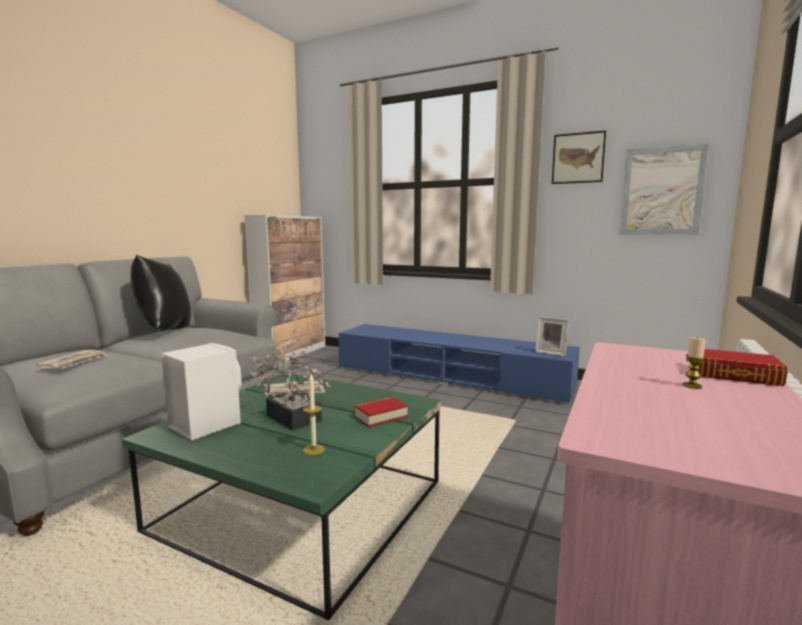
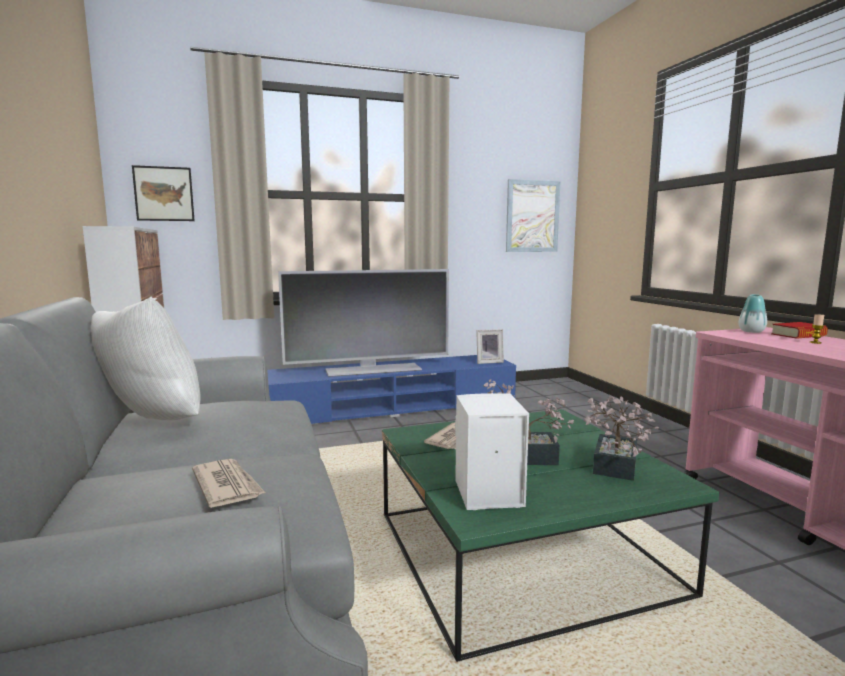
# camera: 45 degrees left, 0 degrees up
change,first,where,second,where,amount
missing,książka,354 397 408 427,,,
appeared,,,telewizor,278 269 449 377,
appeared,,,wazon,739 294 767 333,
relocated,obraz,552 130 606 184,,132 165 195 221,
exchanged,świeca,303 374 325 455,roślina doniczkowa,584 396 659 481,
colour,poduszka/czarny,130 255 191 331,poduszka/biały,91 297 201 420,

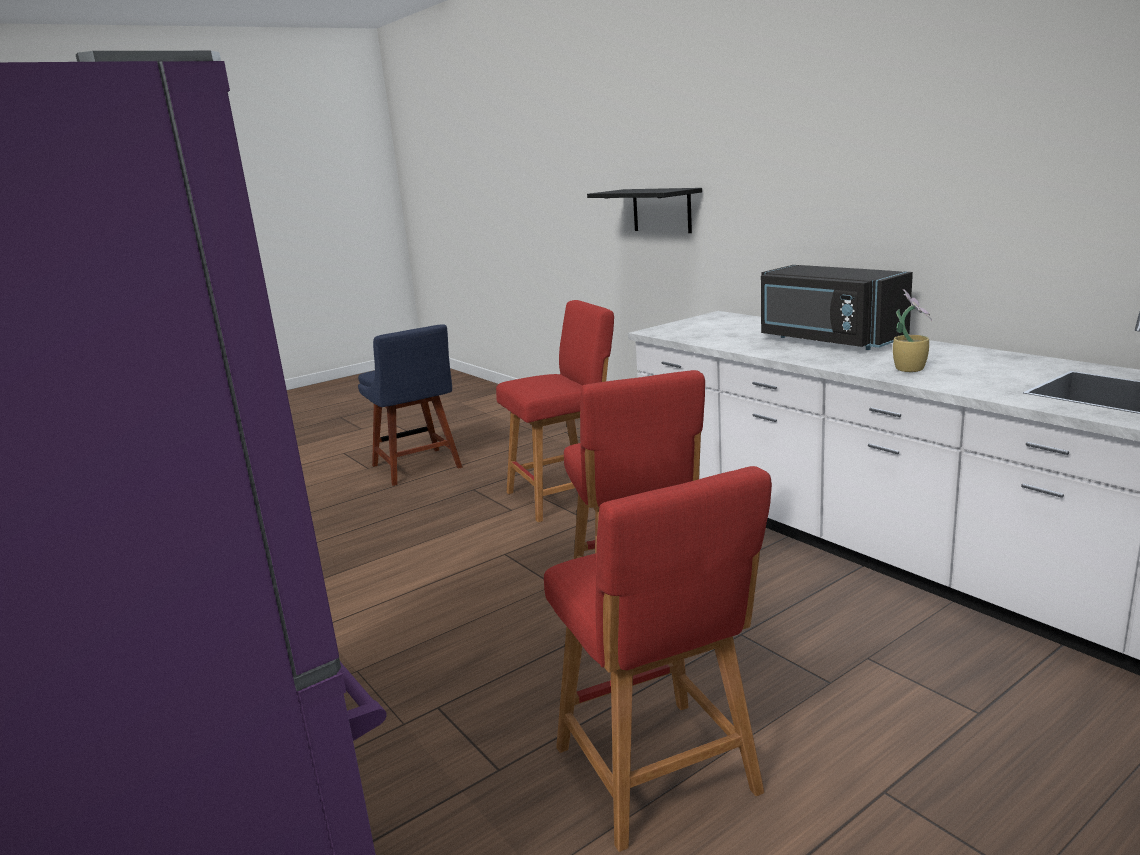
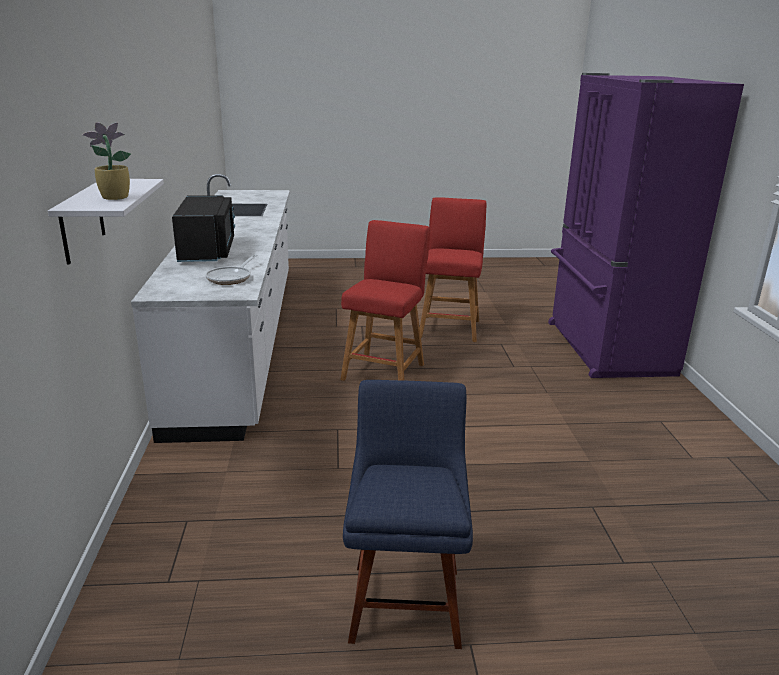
# camera: 150 degrees left, 5 degrees up
change,first,where,second,where,amount
missing,stołek/czerwony,496 300 614 522,,,
appeared,,,patelnia,205 254 257 285,
relocated,roślina doniczkowa,893 289 932 372,,82 122 131 200,
colour,półka/czarny,587 188 702 233,półka/biały,48 179 164 265,

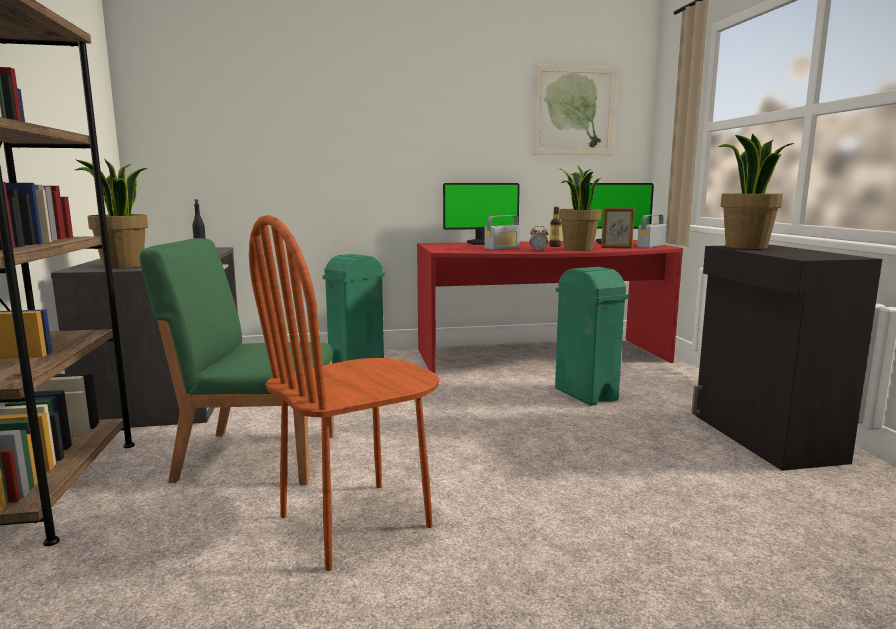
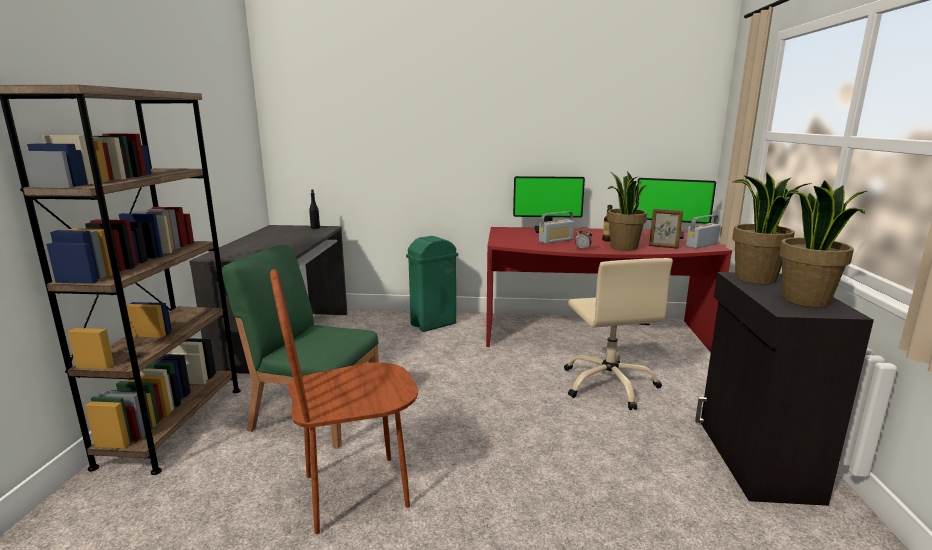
# camera: 15 degrees right, 5 degrees up
change,first,where,second,where,amount
missing,obraz,533 64 617 155,,,
relocated,roślina doniczkowa,75 158 148 269,,779 180 867 307,
exchanged,kosz na śmieci/zielony,555 267 629 406,krzesło biurowe/beżowy,564 258 673 410,

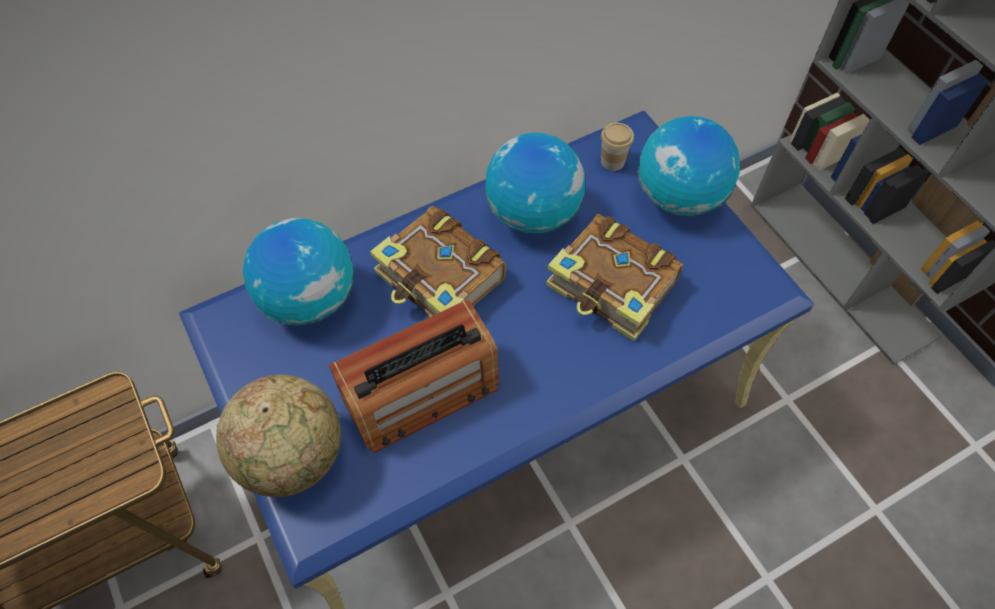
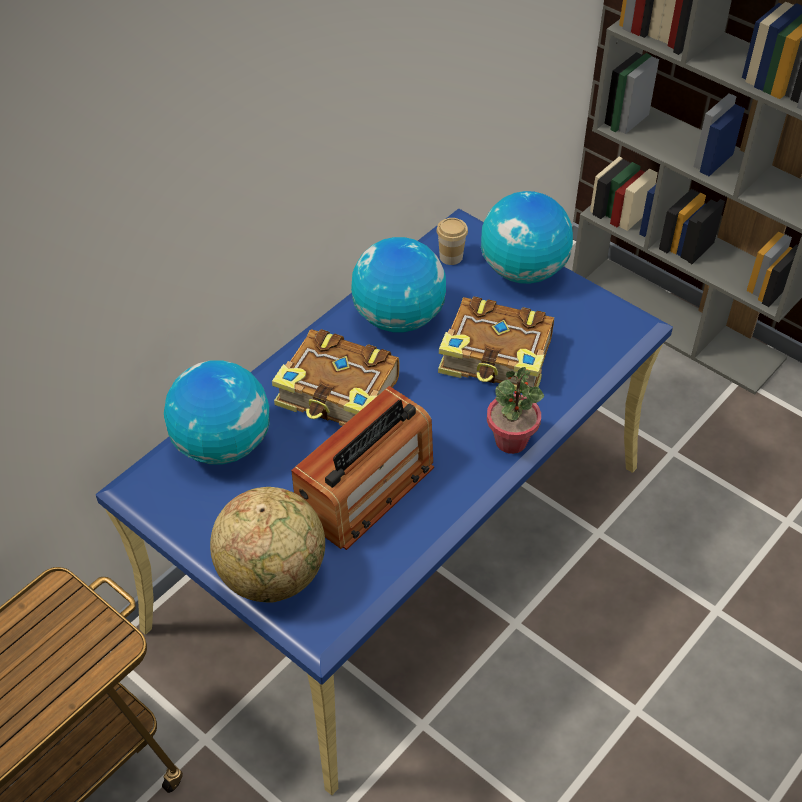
# camera: 20 degrees left, 10 degrees down
change,first,where,second,where,amount
appeared,,,roślina doniczkowa,487 367 544 454,

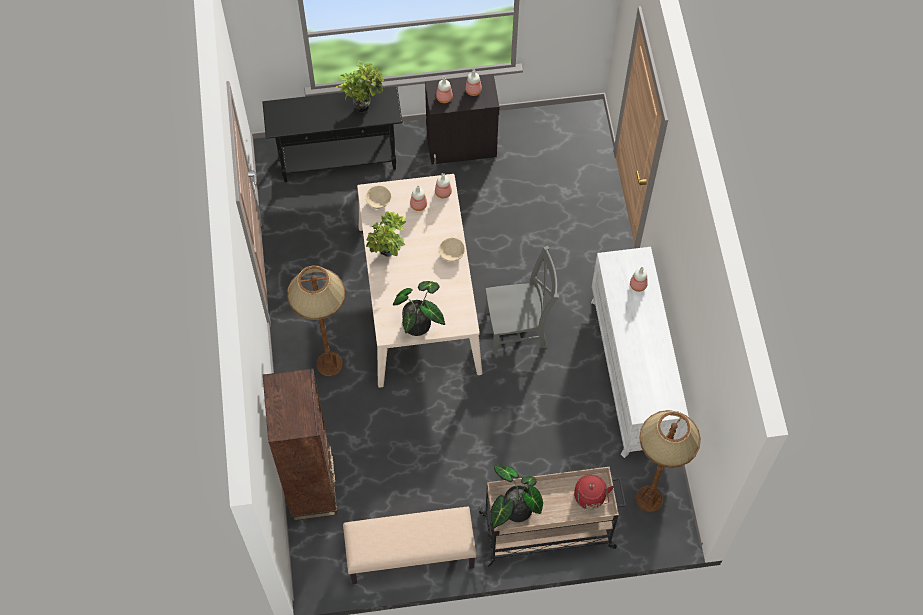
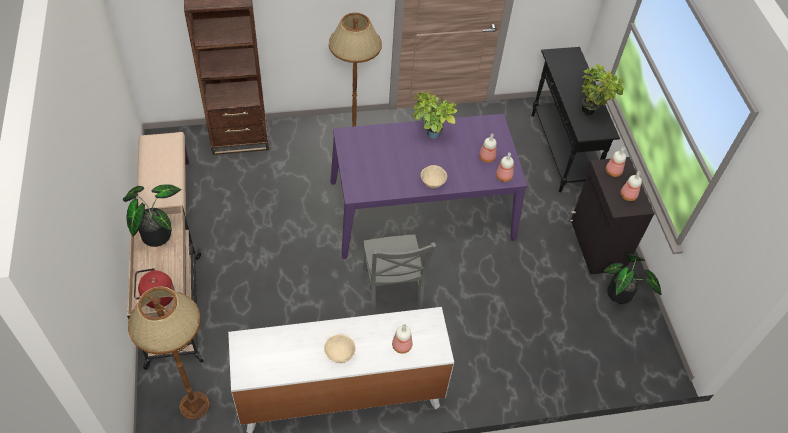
# camera: 85 degrees right, 10 degrees down
change,first,where,second,where,amount
relocated,miska/beżowy,366 186 392 209,,324 334 356 363,
relocated,roślina doniczkowa,393 281 445 336,,603 254 661 304,
colour,stół jadalny/beżowy,357 174 482 388,stół jadalny/fioletowy,330 114 528 259,

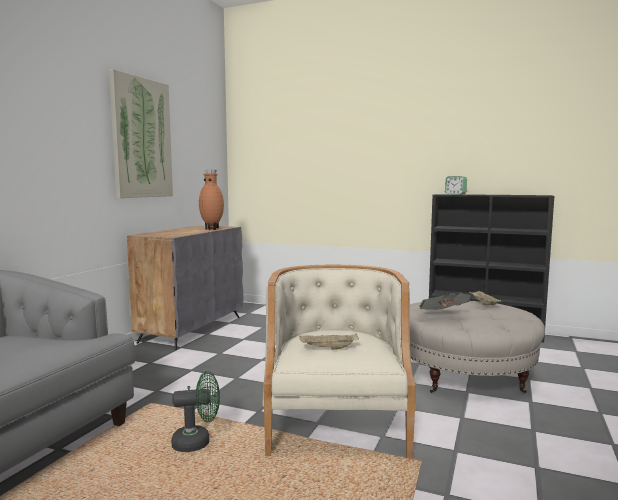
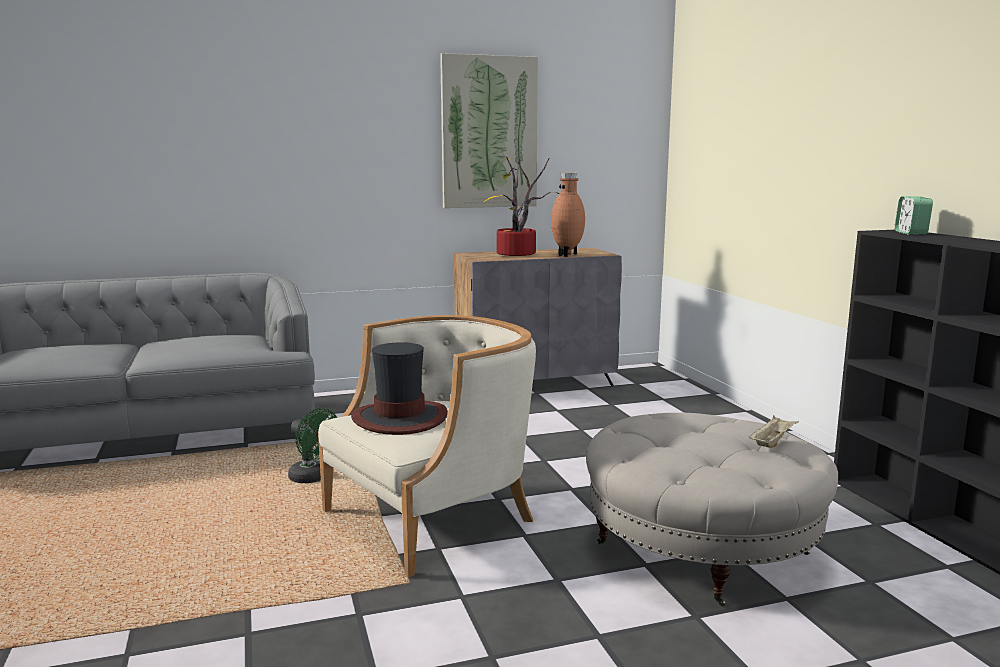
# camera: 50 degrees right, 5 degrees up
change,first,where,second,where,amount
missing,gazeta,419 293 471 310,,,
appeared,,,roślina doniczkowa,484 156 559 256,
exchanged,taca/beżowy,299 333 359 350,kapelusz,351 342 448 435,

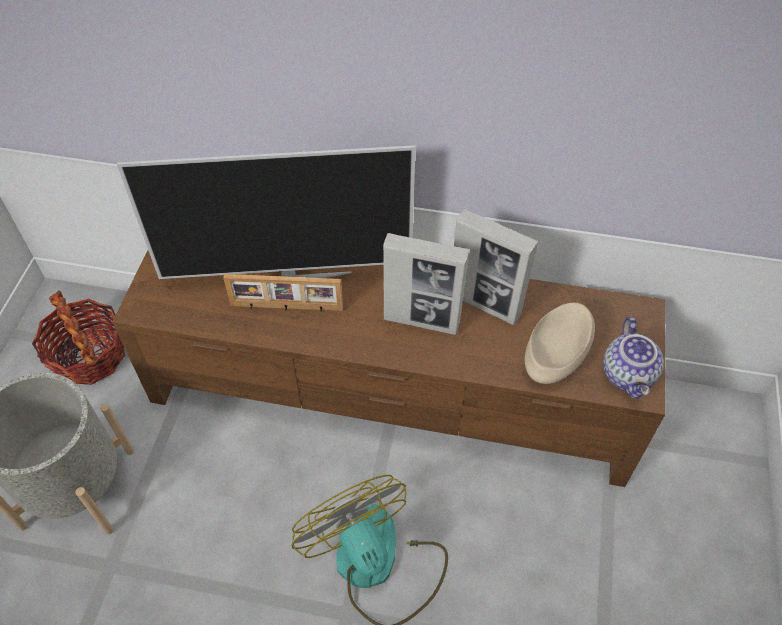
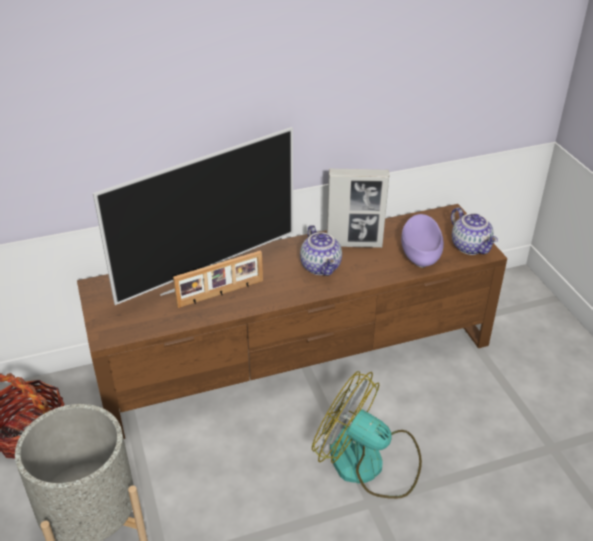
# camera: 30 degrees left, 15 degrees down
change,first,where,second,where,amount
exchanged,ramka na zdjęcie,383 233 470 335,imbryk,300 225 342 276,
colour,miska/beżowy,525 303 595 384,miska/fioletowy,401 214 444 268,

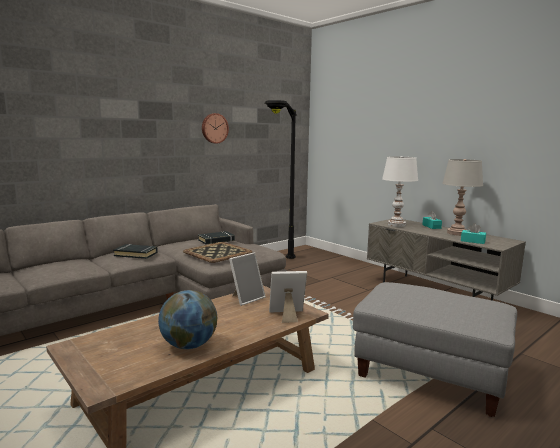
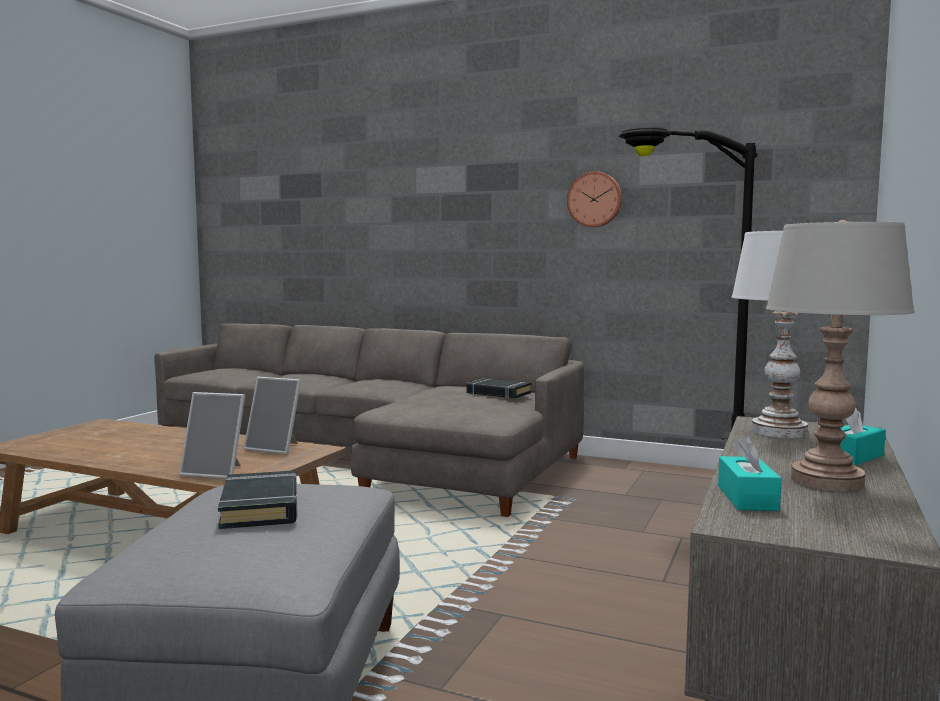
# camera: 65 degrees right, 5 degrees down
change,first,where,second,where,amount
missing,globus,158 290 217 349,,,
missing,taca,183 242 252 263,,,
relocated,książka/czarny,113 244 158 259,,218 471 298 529,
spun,ramka na zdjęcie,269 271 307 323,,179 392 245 479,135 degrees clockwise

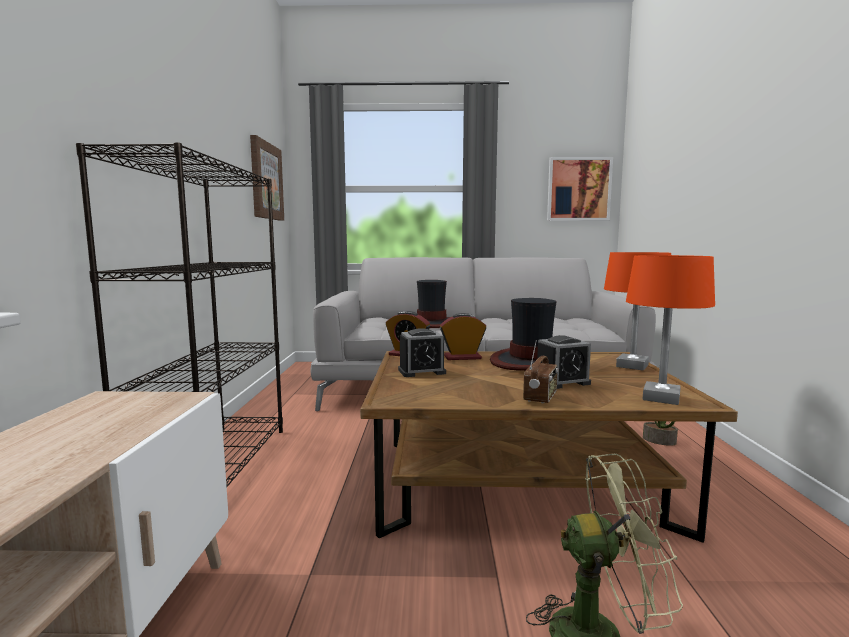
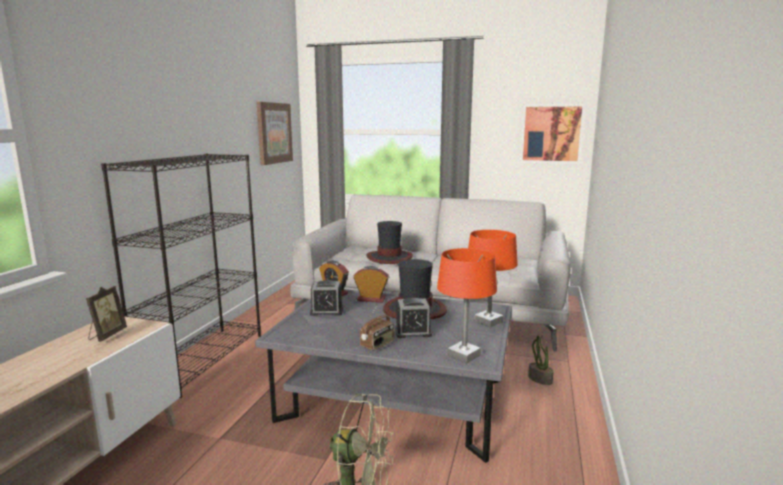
# camera: 15 degrees right, 5 degrees up
change,first,where,second,where,amount
appeared,,,ramka na zdjęcie,86 286 127 342,
colour,ława/brązowy,360 351 738 543,ława/szary,255 289 512 463,

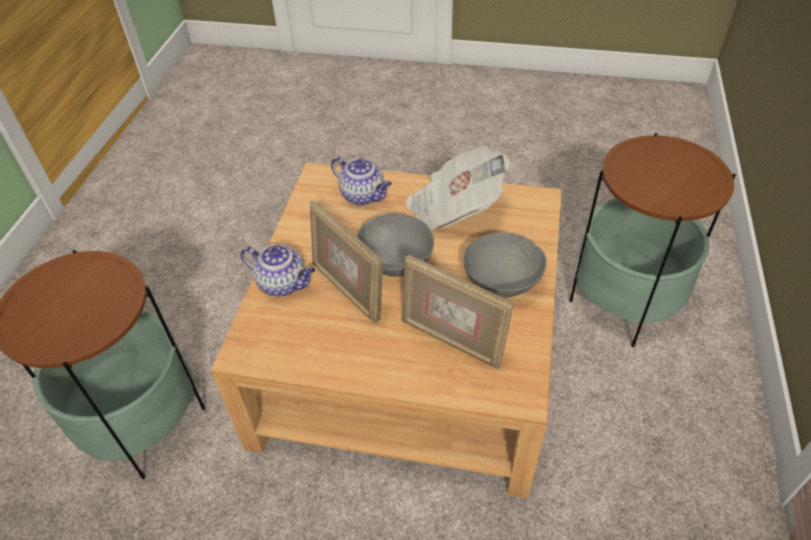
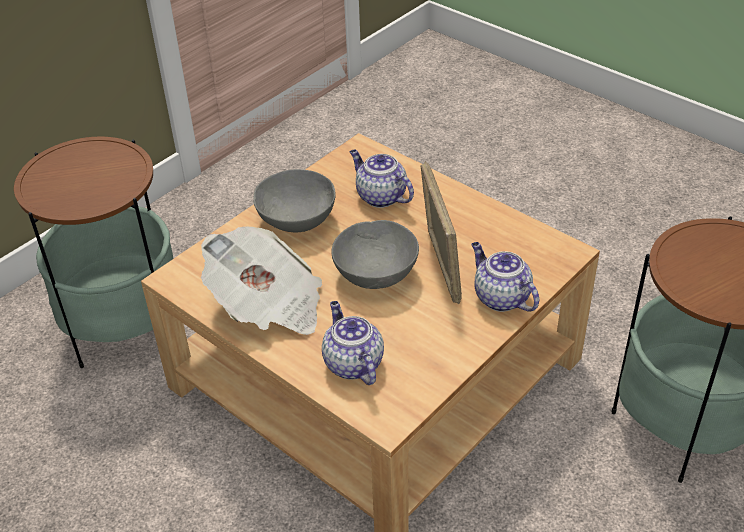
# camera: 150 degrees left, 5 degrees down
change,first,where,second,where,amount
exchanged,ramka na zdjęcie,401 255 514 369,imbryk,350 149 414 208,

